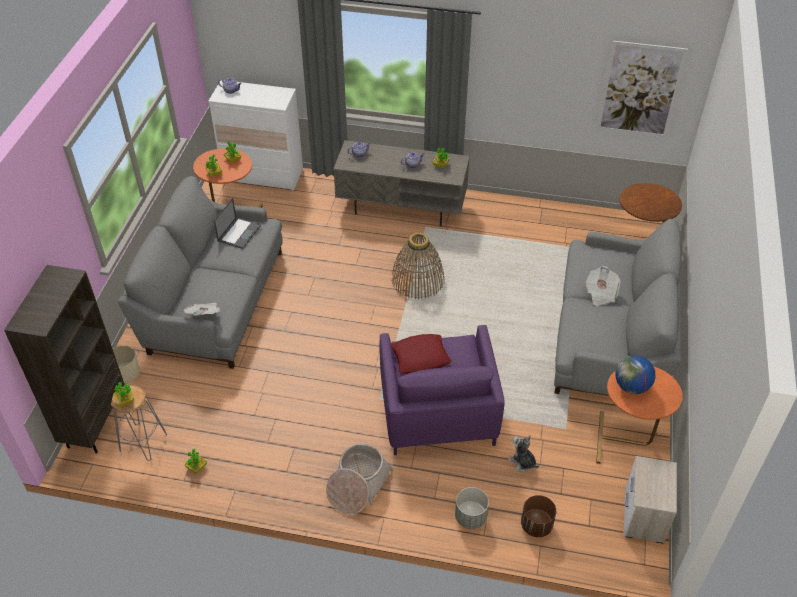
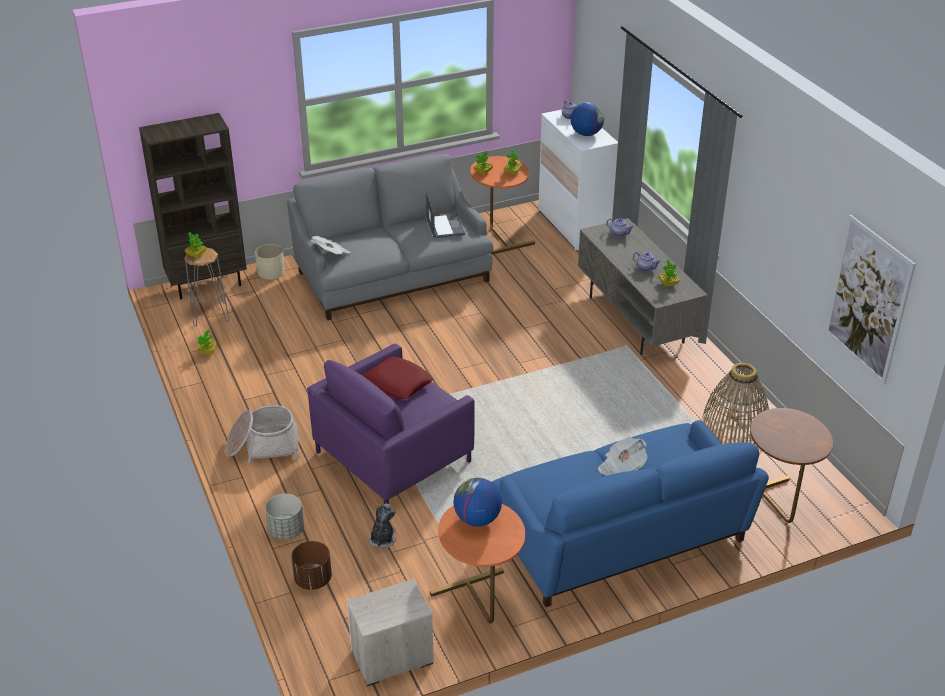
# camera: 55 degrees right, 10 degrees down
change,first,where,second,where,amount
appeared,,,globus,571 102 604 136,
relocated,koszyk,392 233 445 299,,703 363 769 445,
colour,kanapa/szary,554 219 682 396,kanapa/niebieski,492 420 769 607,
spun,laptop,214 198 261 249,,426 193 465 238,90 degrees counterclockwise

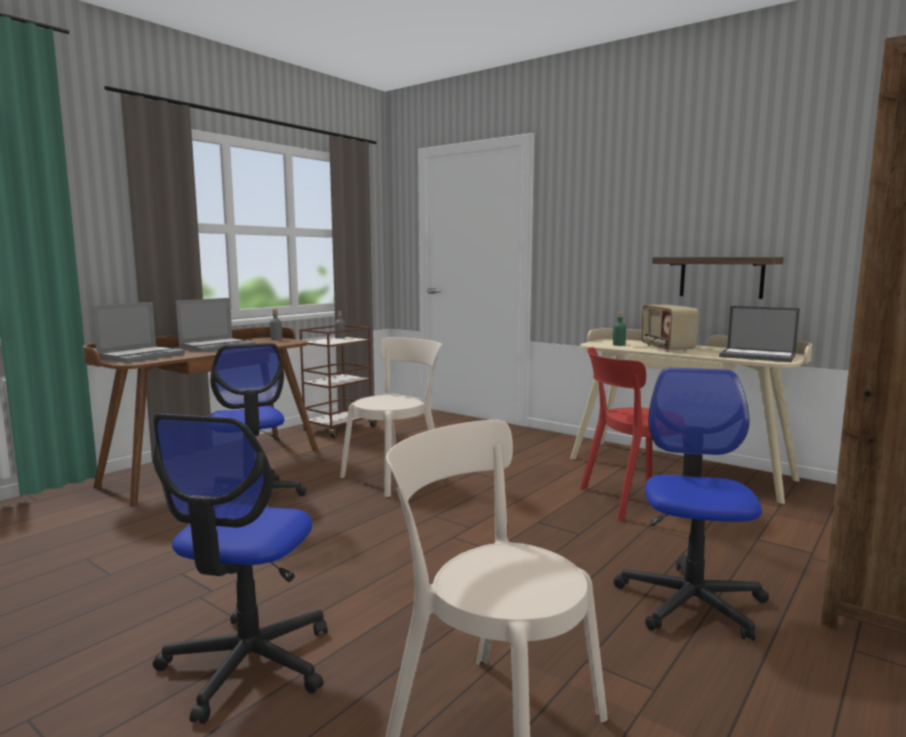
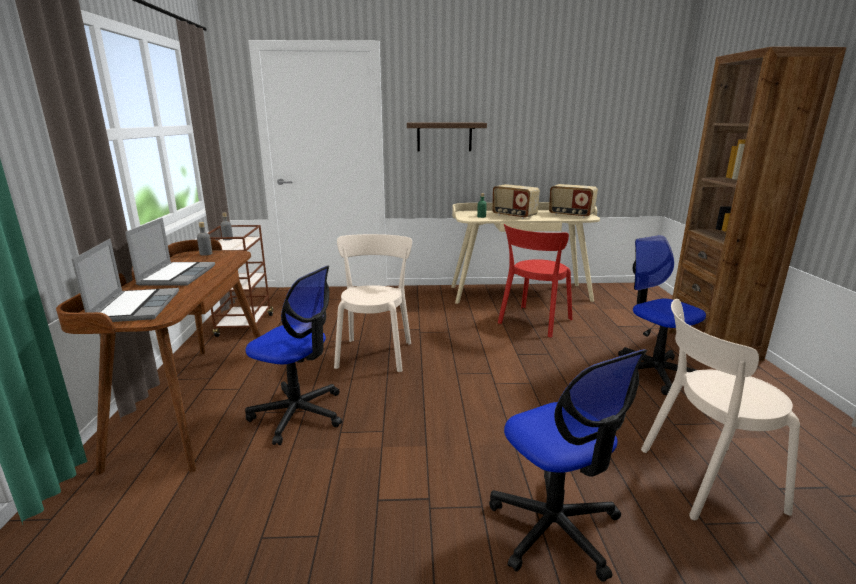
# camera: 40 degrees left, 10 degrees up
change,first,where,second,where,amount
relocated,półka,652 257 783 299,,407 123 487 151,
exchanged,laptop,719 306 800 362,radio,549 184 598 218,

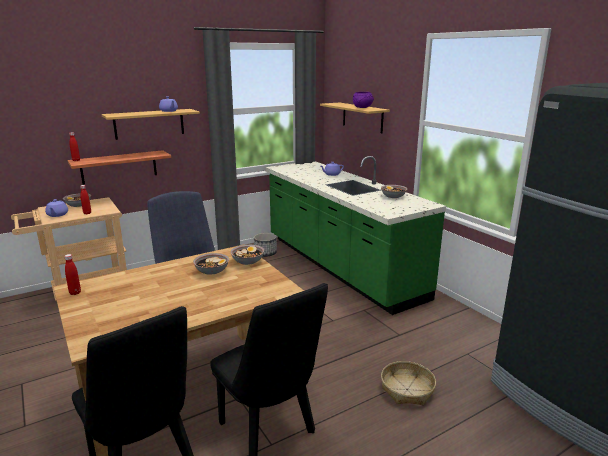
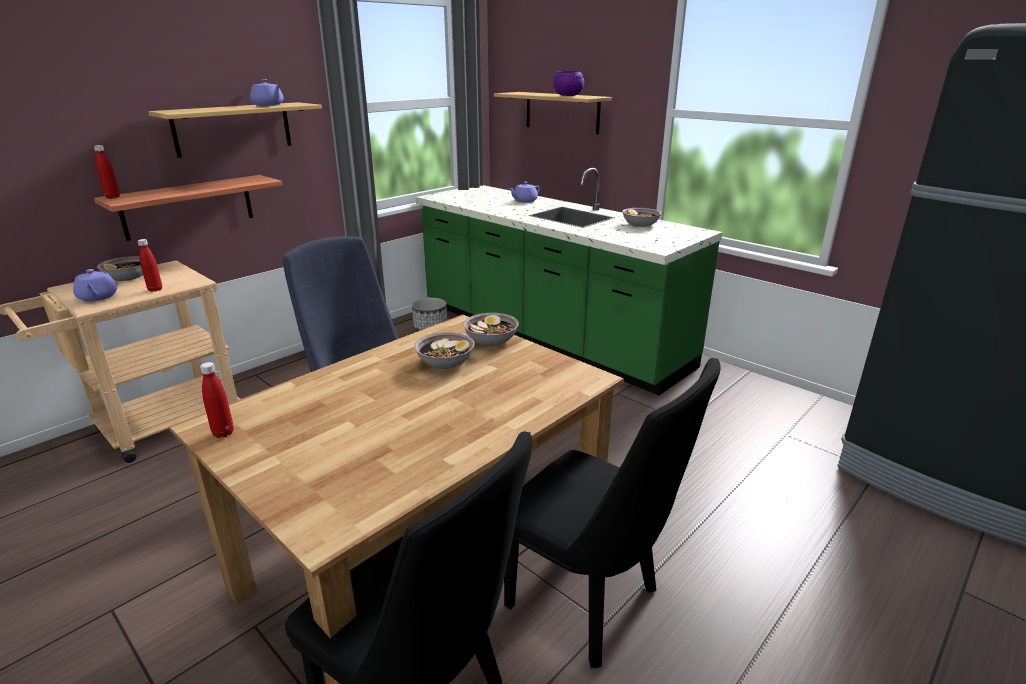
# camera: 15 degrees left, 5 degrees up
change,first,where,second,where,amount
missing,koszyk,381 361 436 405,,,

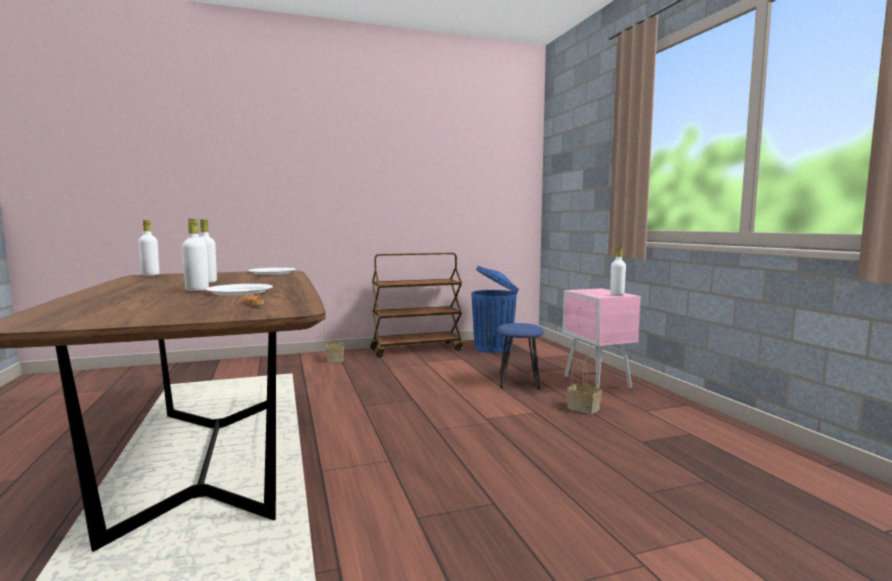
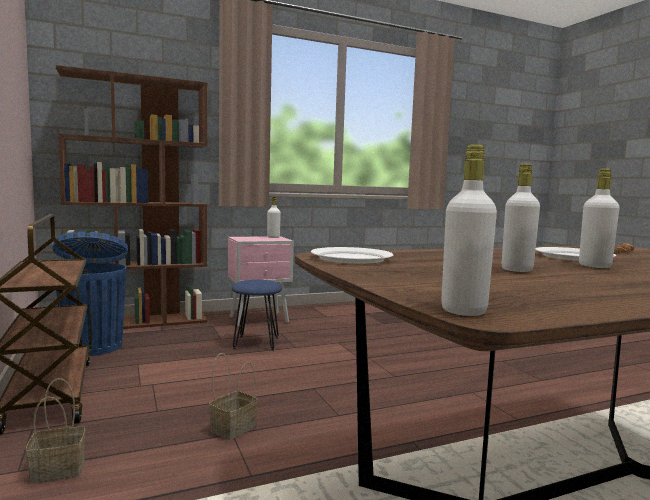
# camera: 95 degrees left, 0 degrees up
change,first,where,second,where,amount
appeared,,,regał/brązowy,56 65 207 329,
relocated,koszyk,567 355 602 414,,209 353 258 440,

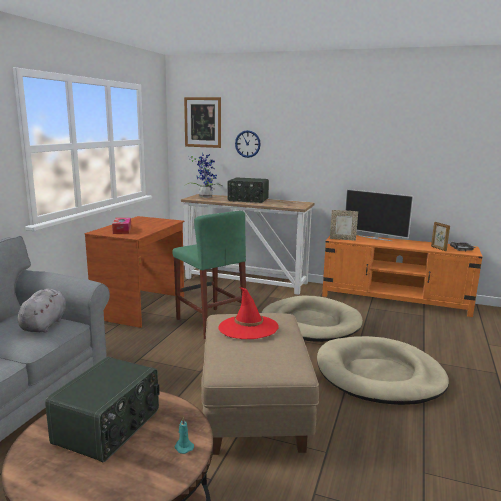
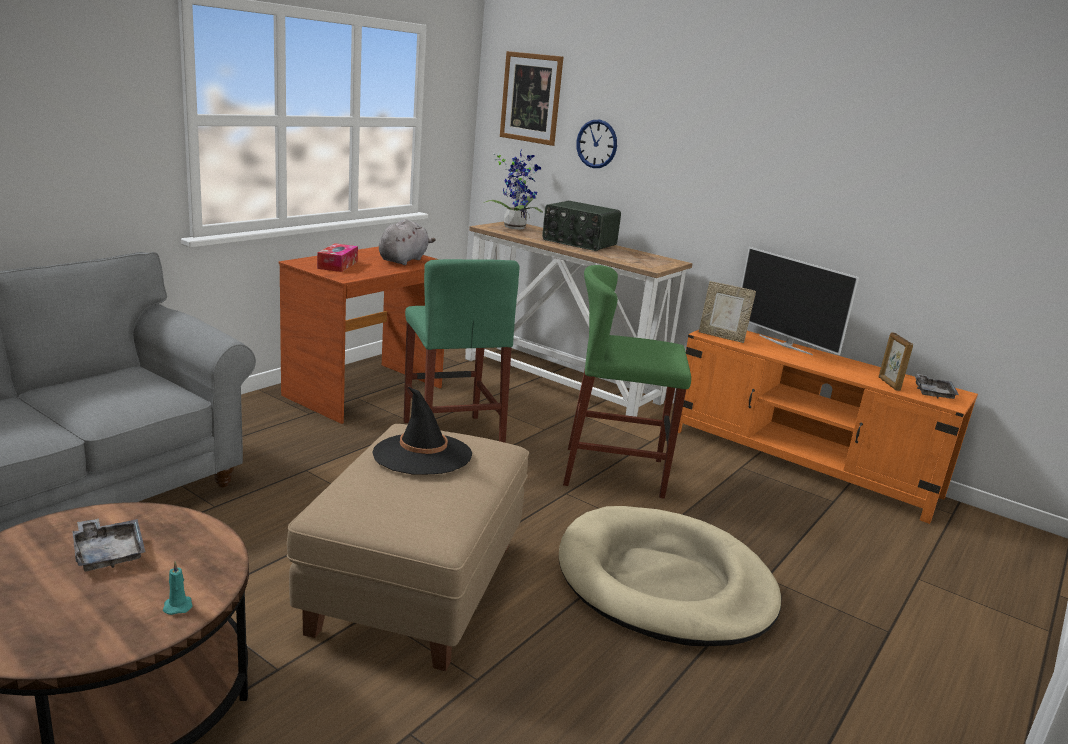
# camera: 15 degrees right, 5 degrees up
change,first,where,second,where,amount
relocated,pluszak/szary,17 289 66 332,,379 219 436 265,
exchanged,radio,45 357 160 462,taca/szary,72 518 145 571,
exchanged,legowisko/beżowy,261 295 363 342,stołek/zielony,563 265 691 499,
colour,kapelusz/czerwony,219 287 279 339,kapelusz/czarny,372 386 472 475,

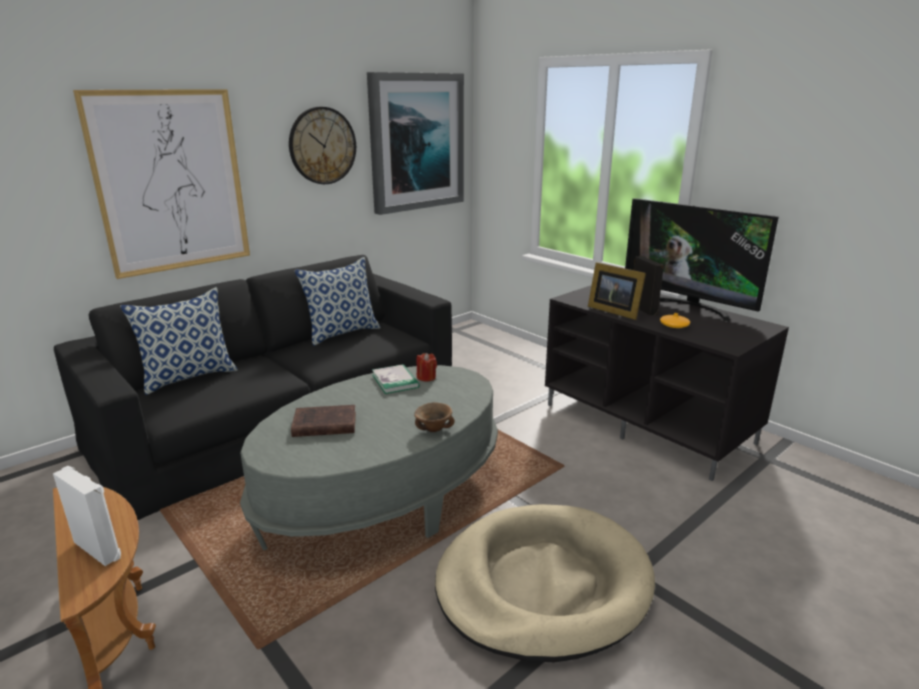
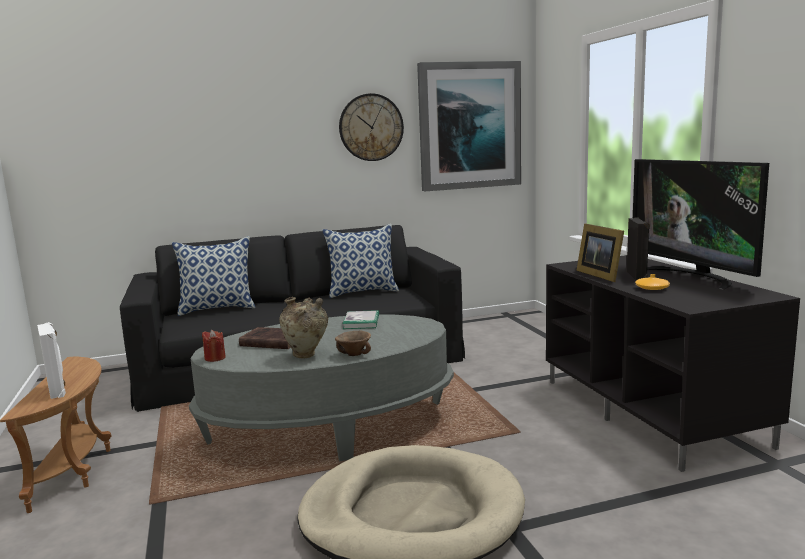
# camera: 25 degrees right, 10 degrees down
change,first,where,second,where,amount
missing,obraz,73 89 250 279,,,
appeared,,,wazon/beżowy,279 297 328 358,
relocated,świeca/czerwony,417 353 437 381,,202 330 226 362,

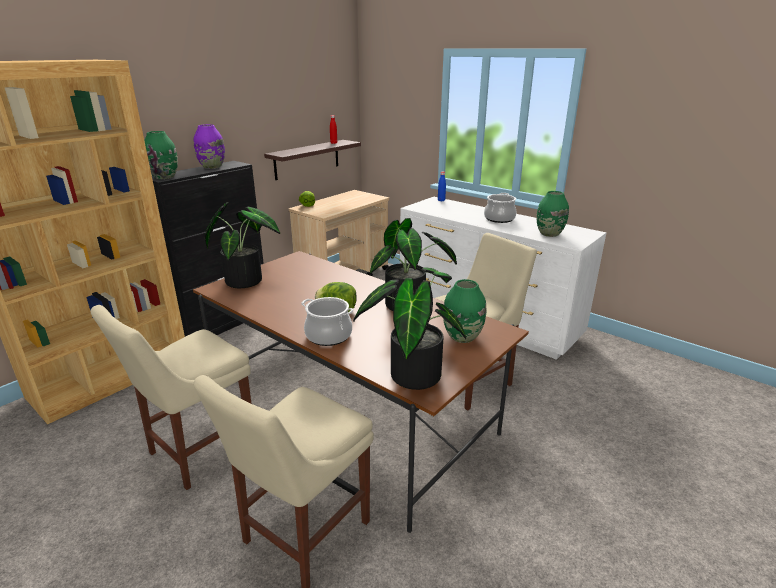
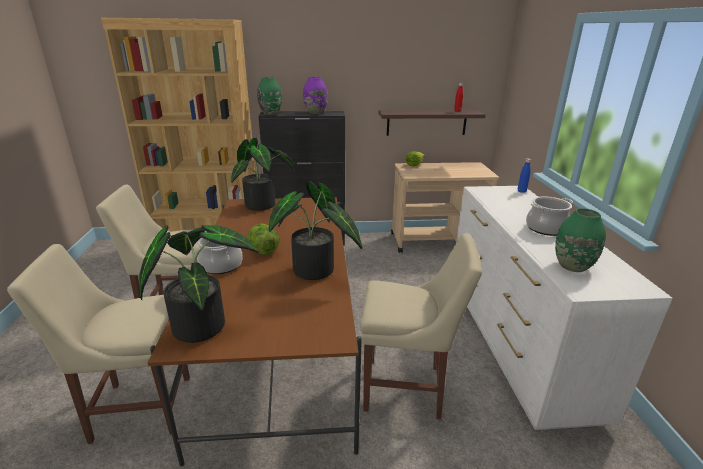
# camera: 45 degrees right, 0 degrees up
change,first,where,second,where,amount
missing,wazon/zielony,443 279 486 343,,,

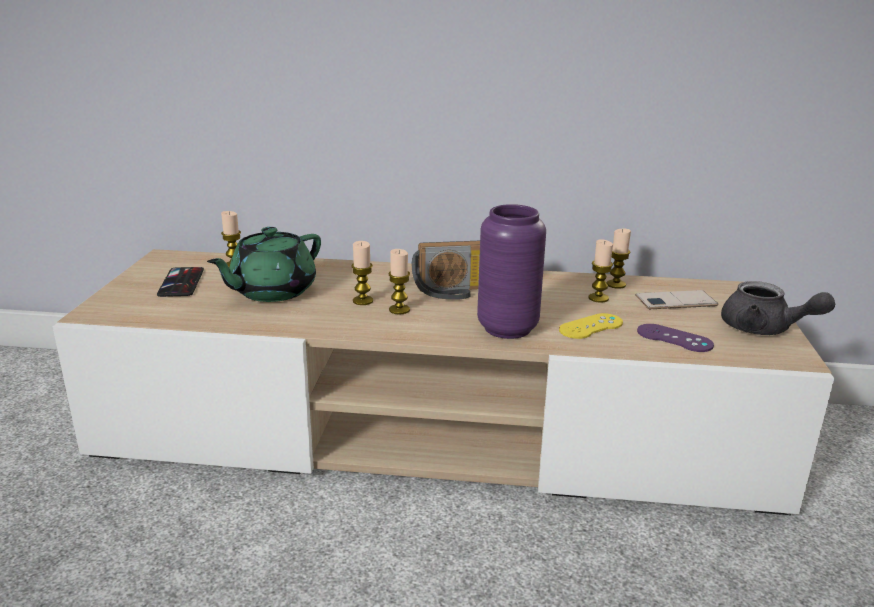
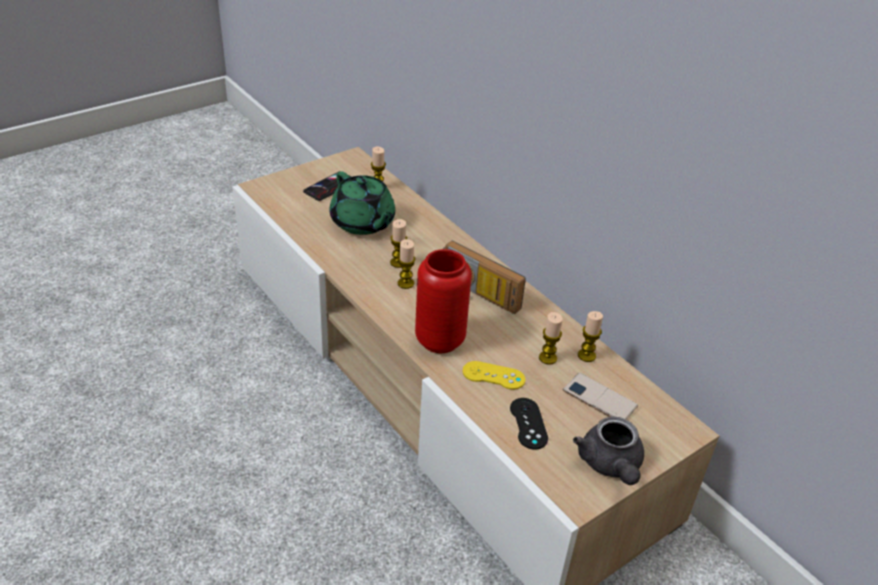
# camera: 45 degrees right, 15 degrees up
change,first,where,second,where,amount
colour,wazon/fioletowy,477 204 546 339,wazon/czerwony,415 249 472 353,
colour,pad do gier/fioletowy,637 324 714 352,pad do gier/czarny,510 398 548 449,
spun,imbryk/zielony,207 227 321 302,,330 171 395 235,120 degrees counterclockwise

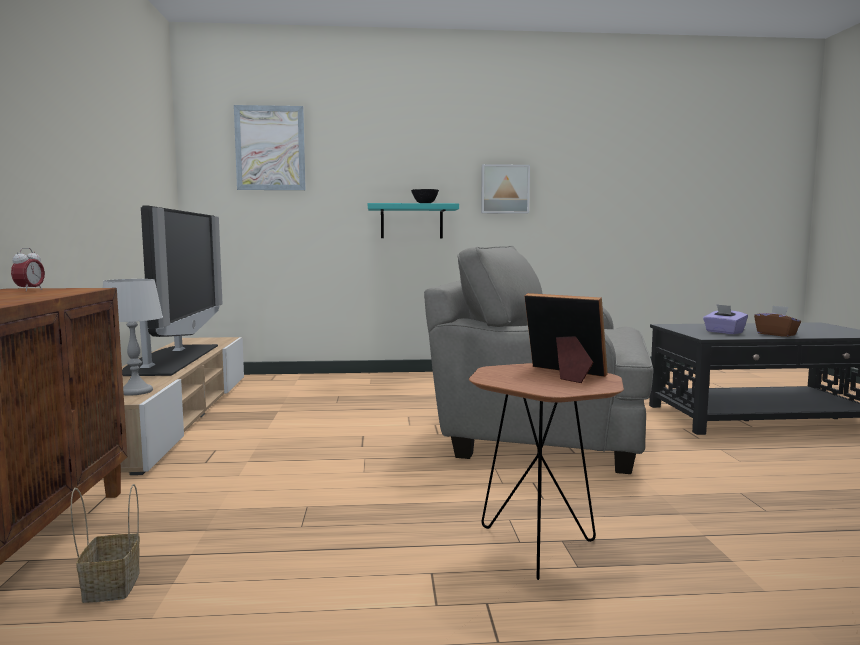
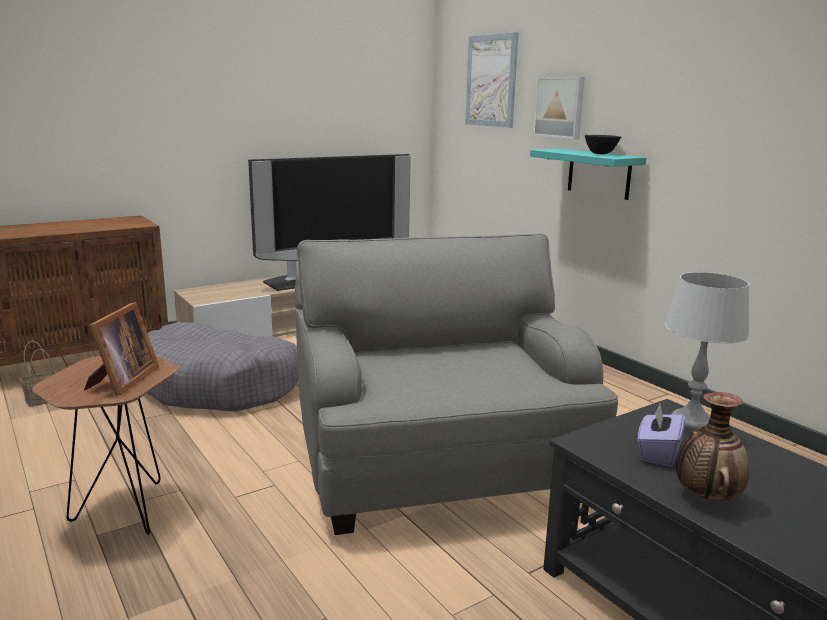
# camera: 60 degrees right, 10 degrees up
change,first,where,second,where,amount
missing,budzik,11 248 45 292,,,
appeared,,,legowisko/szary,147 322 298 412,
relocated,lampa stołowa/szary,103 279 163 395,,665 272 749 430,
relocated,obraz,481 164 530 214,,533 77 585 139,
exchanged,pudełko chusteczek/brązowy,754 306 801 337,wazon,676 392 749 501,

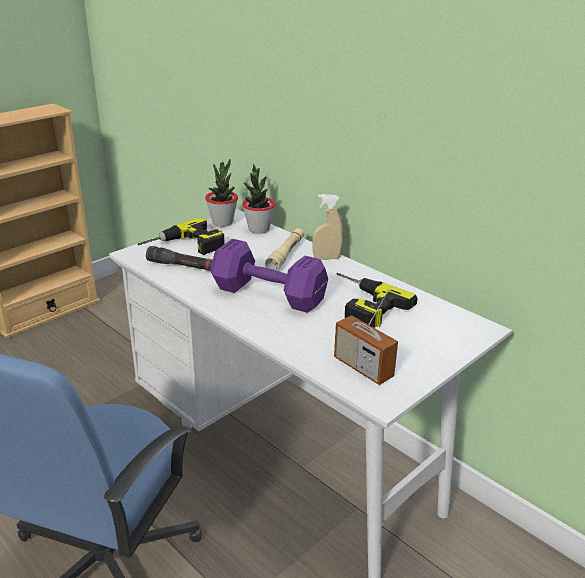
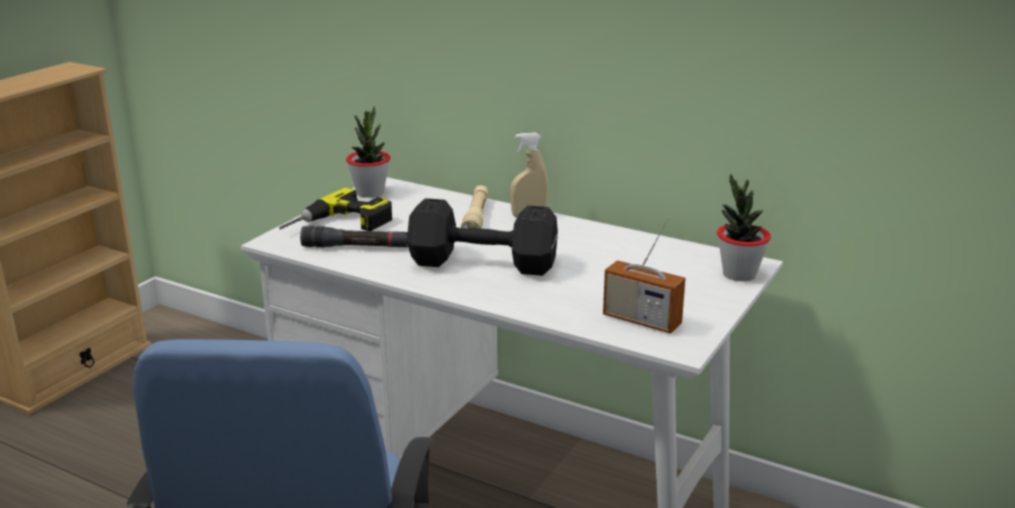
# camera: 15 degrees left, 5 degrees down
change,first,where,second,where,amount
missing,wiertarka,336 272 418 328,,,
relocated,roślina doniczkowa,242 164 276 234,,717 174 771 281,
colour,hantel/fioletowy,210 239 328 313,hantel/czarny,407 198 558 276,

